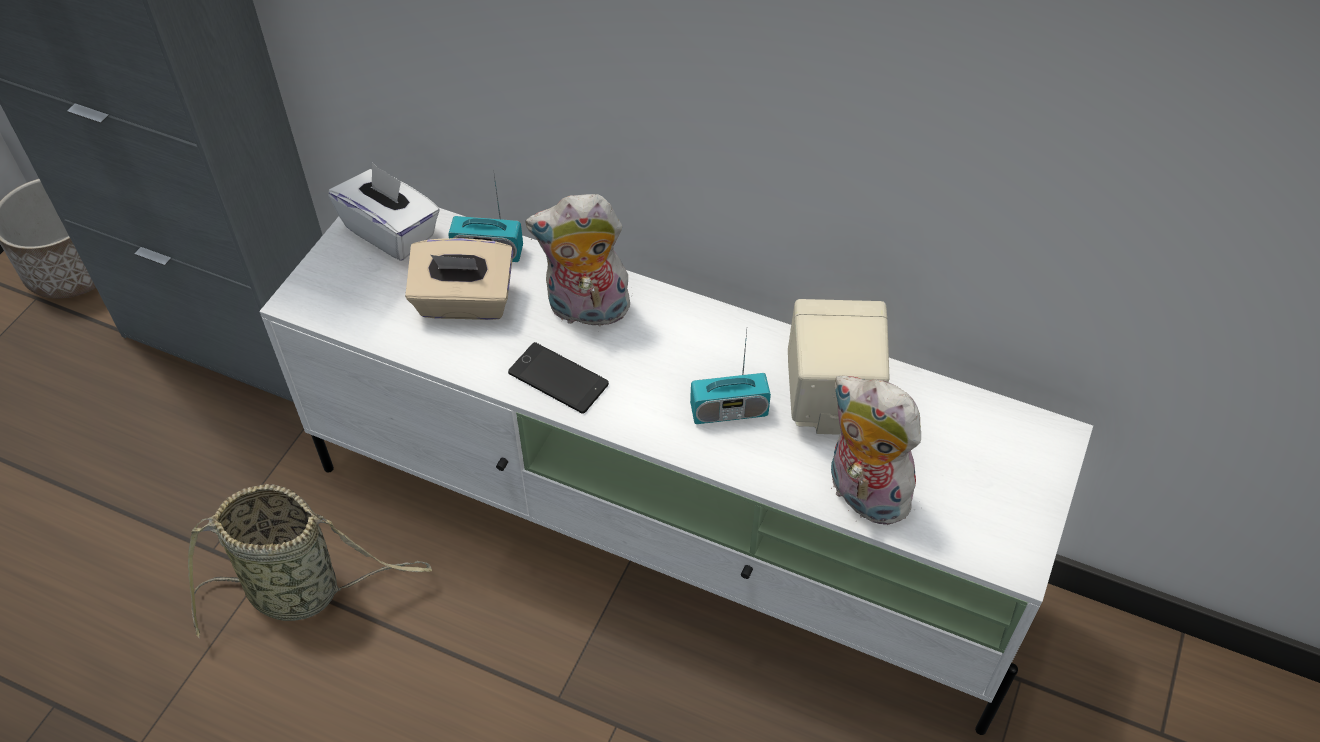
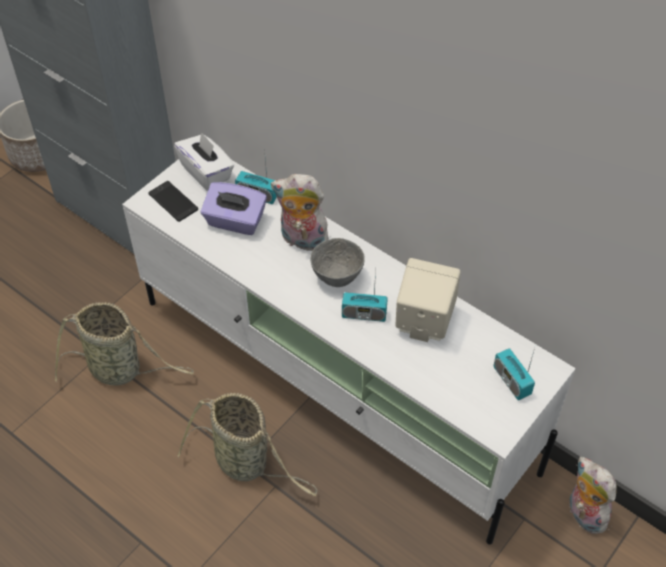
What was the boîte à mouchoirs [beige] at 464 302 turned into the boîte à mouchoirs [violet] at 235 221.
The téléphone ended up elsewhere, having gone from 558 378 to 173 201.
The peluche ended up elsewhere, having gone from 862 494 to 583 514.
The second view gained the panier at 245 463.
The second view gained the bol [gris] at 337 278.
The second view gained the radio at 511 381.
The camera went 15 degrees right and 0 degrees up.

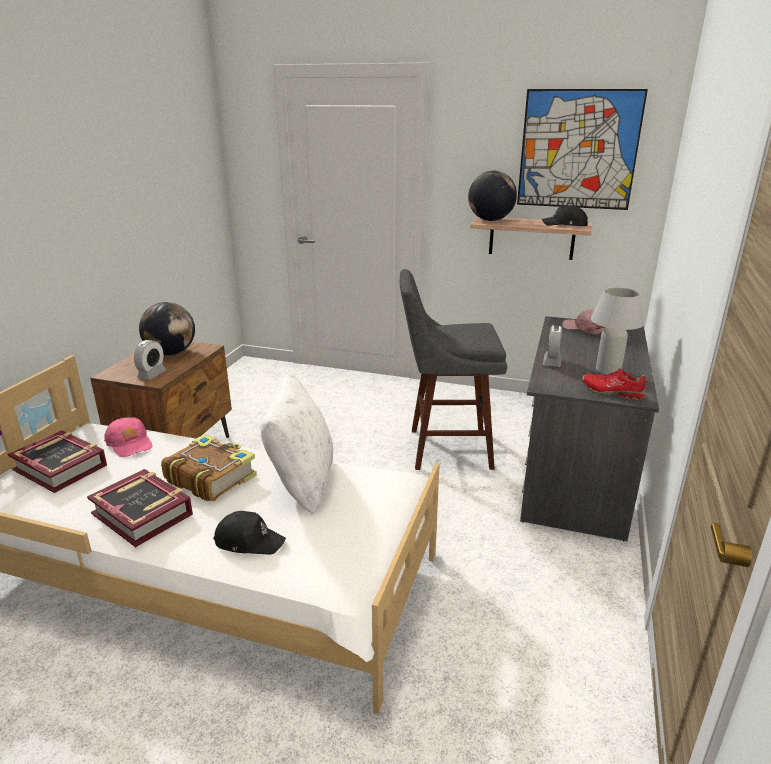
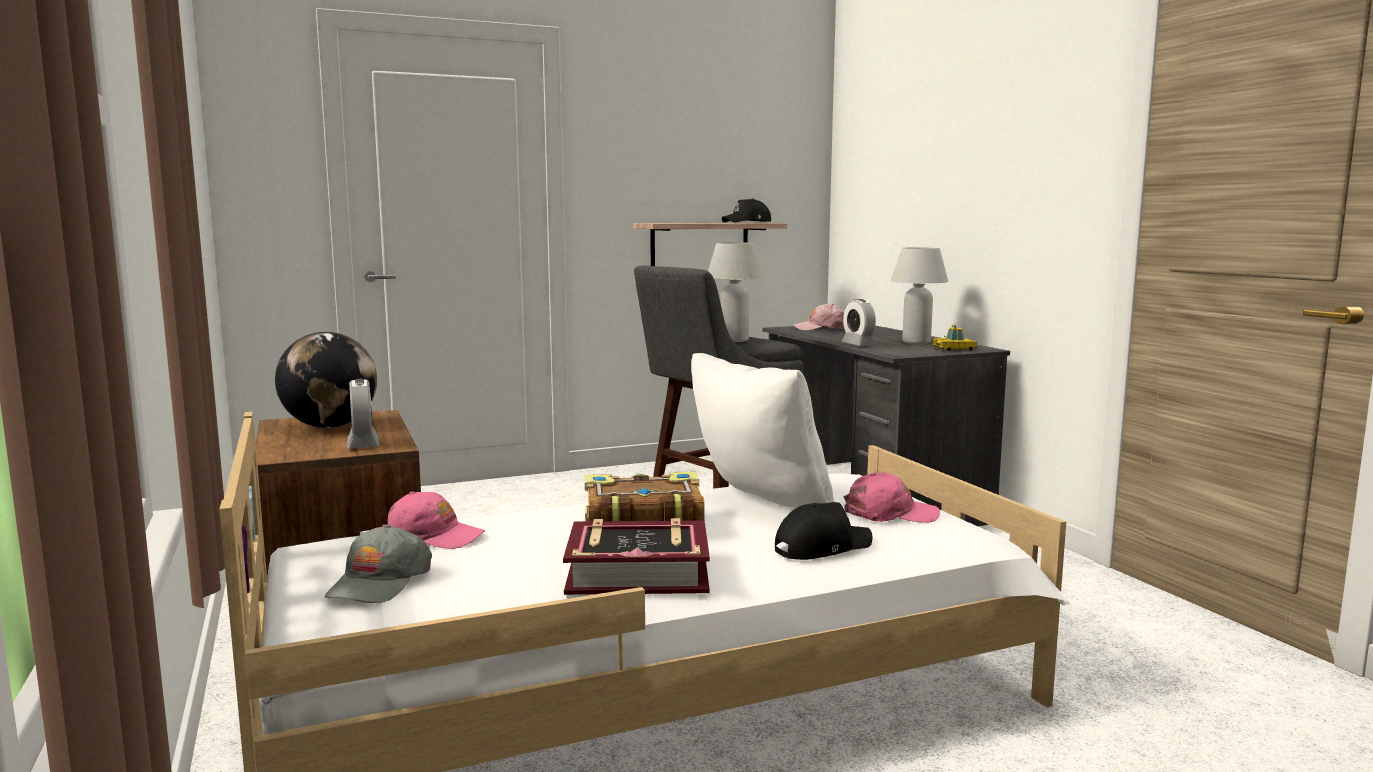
Where the livre stood at 61 467, the casquette [gris] came to stand at 379 582.
The second view lost the globe at 490 220.
The second view lost the tableau at 578 150.
Where the chaussure [rouge] stood at 612 392, the petite voiture came to stand at 954 349.
The second view gained the lampe de table [blanc] at 734 340.
The second view gained the casquette [rose] at 890 513.
The camera went 40 degrees left and 15 degrees down.

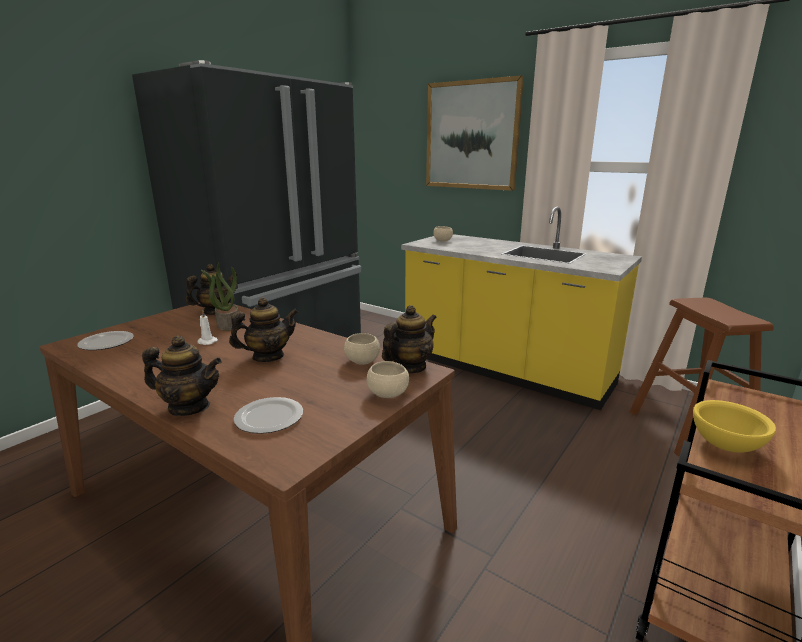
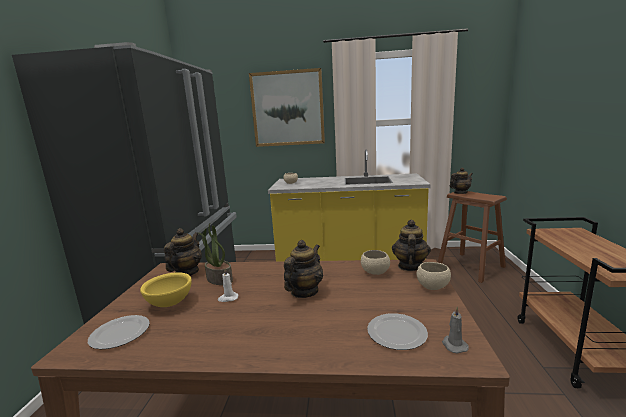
The théière ended up elsewhere, having gone from 189 407 to 460 193.
The bol [jaune] ended up elsewhere, having gone from 726 445 to 170 303.
The second view gained the bougie [gris] at 453 345.
The camera went 30 degrees left and 5 degrees down.

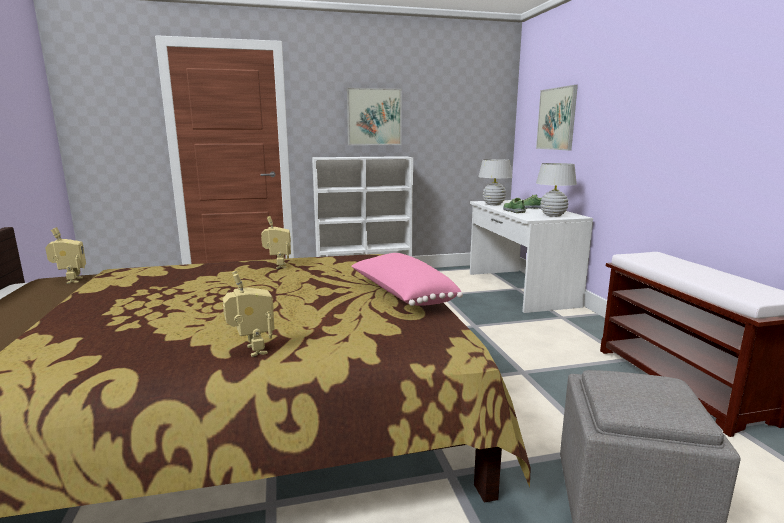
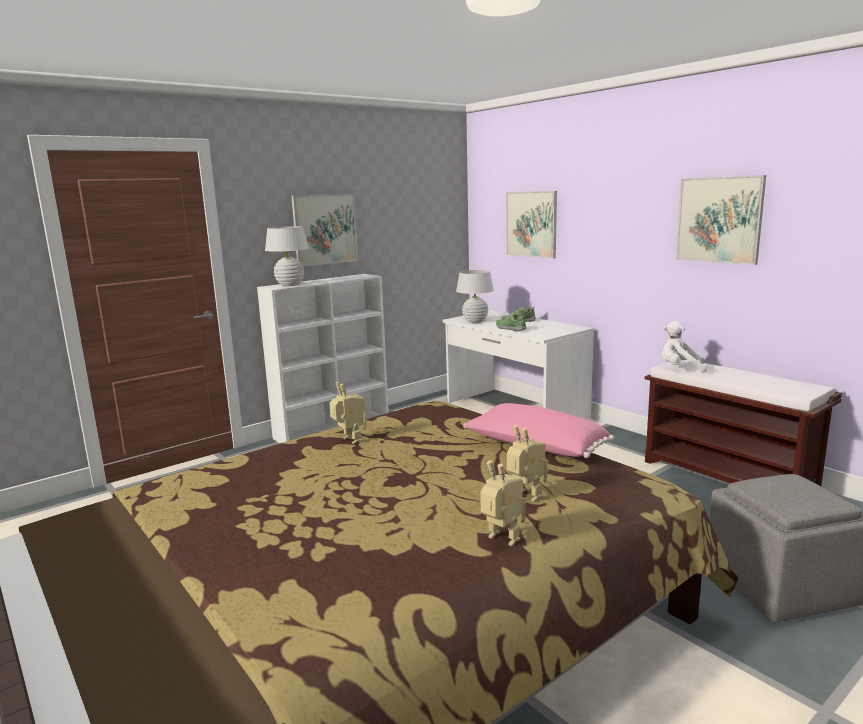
The robot jouet ended up elsewhere, having gone from 70 280 to 525 497.
The lampe de table [blanc] ended up elsewhere, having gone from 553 215 to 290 285.
The second view gained the peluche [blanc] at 680 369.
The second view gained the tableau at 719 220.
The camera went 25 degrees left and 0 degrees up.

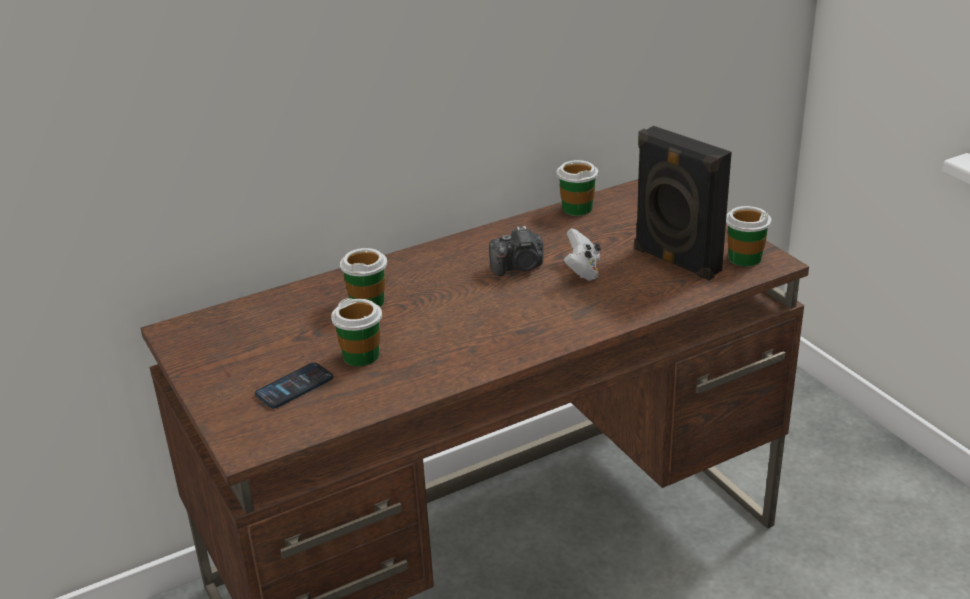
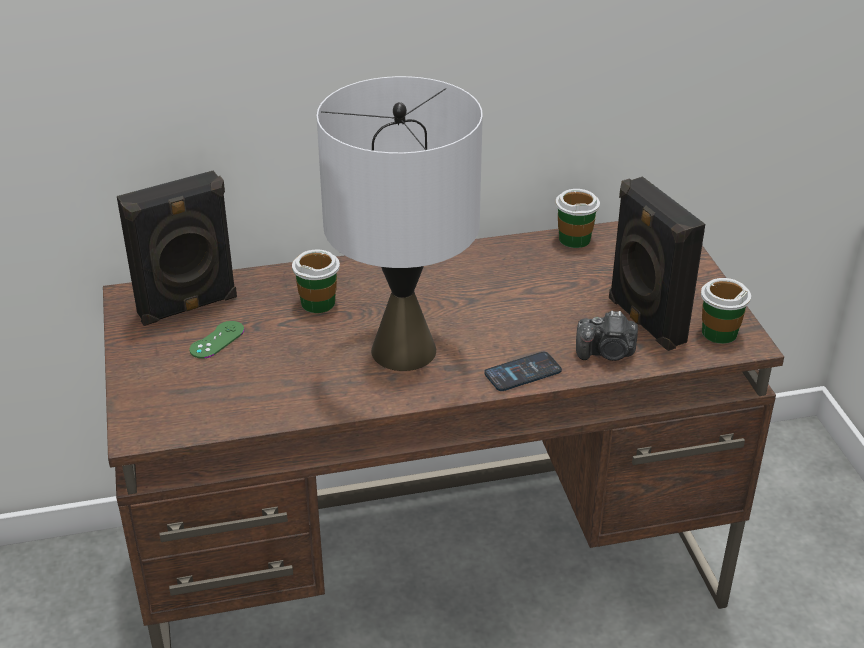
The téléphone ended up elsewhere, having gone from 294 386 to 522 372.
The second view lost the tasse at 361 356.
The appareil photo ended up elsewhere, having gone from 519 267 to 607 353.
The second view lost the manette [blanc] at 582 271.
The second view gained the enceinte [noir] at 188 307.
The second view gained the manette [vert] at 217 340.
The second view gained the lampe de table [blanc] at 403 350.
The camera went 15 degrees right and 5 degrees up.

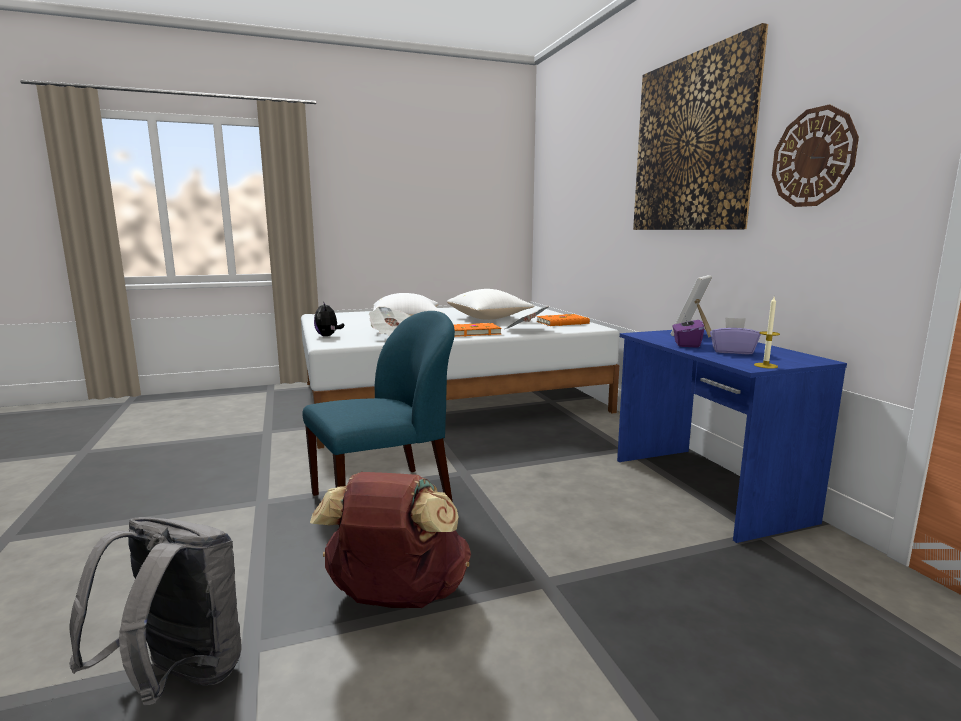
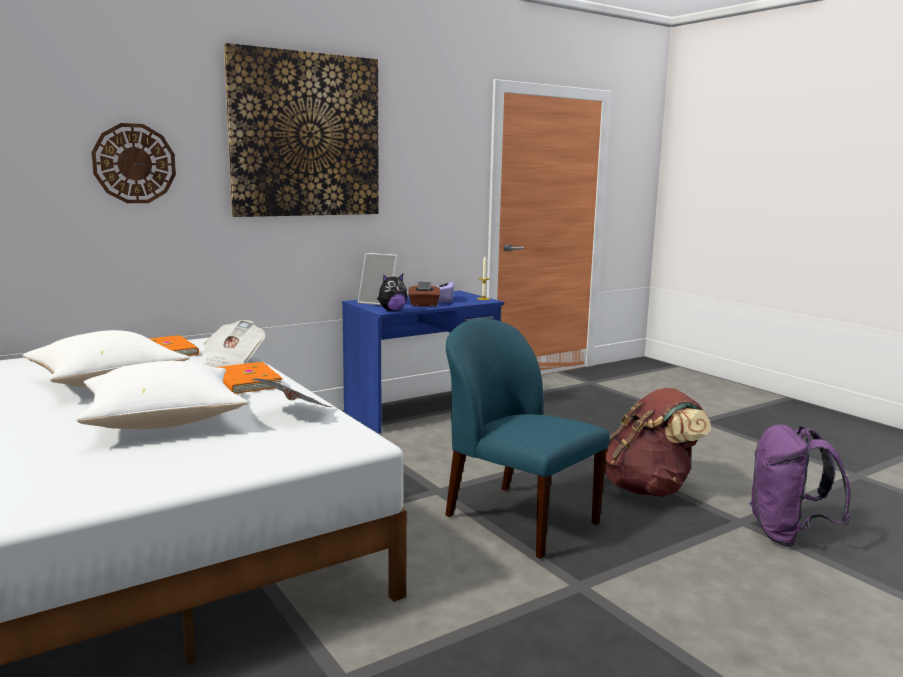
What was the sac à dos [gris] at 178 679 turned into the sac à dos [violet] at 787 535.
The peluche ended up elsewhere, having gone from 328 336 to 392 310.
What was the boîte à mouchoirs [violet] at 686 344 turned into the boîte à mouchoirs [marron] at 424 305.
The horloge murale ended up elsewhere, having gone from 813 157 to 134 163.
The camera went 105 degrees left and 0 degrees up.

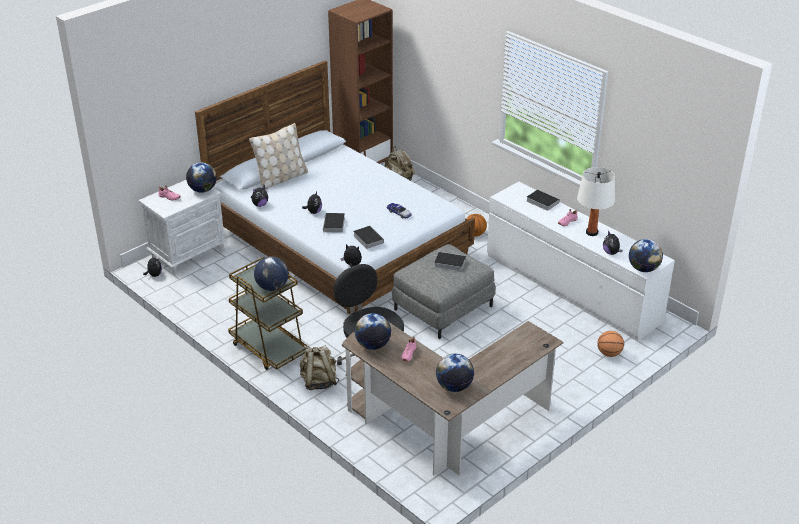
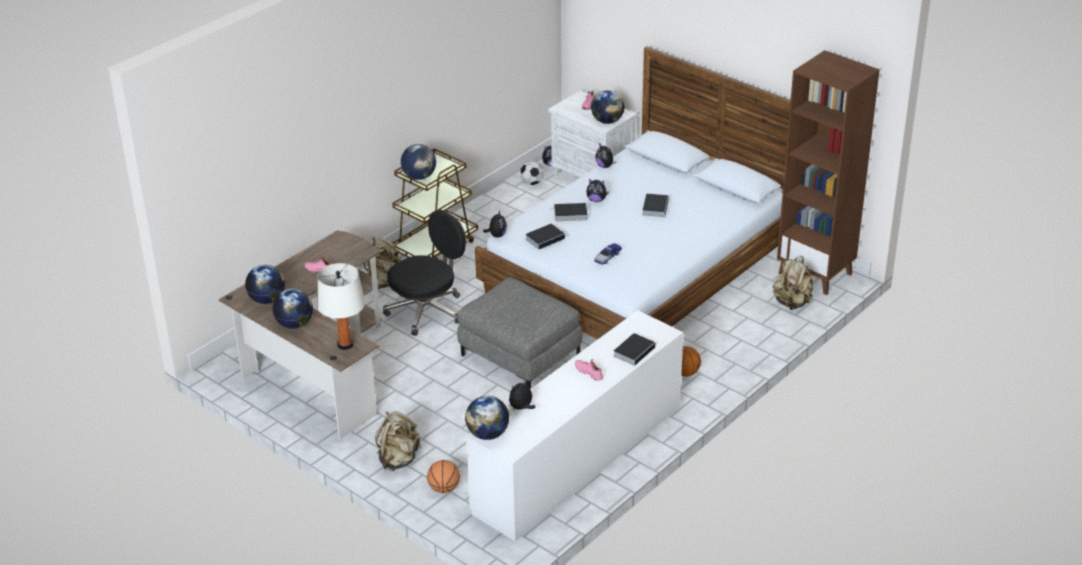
The second view lost the coussin [beige] at 281 178.
The globe ended up elsewhere, having gone from 373 345 to 295 324.
The livre ended up elsewhere, having gone from 448 263 to 655 207.
The lampe de table [blanc] ended up elsewhere, having gone from 592 232 to 345 345.
The second view gained the sac à dos [beige] at 398 459.
The second view gained the ballon de foot at 532 183.
The camera went 85 degrees right and 0 degrees up.

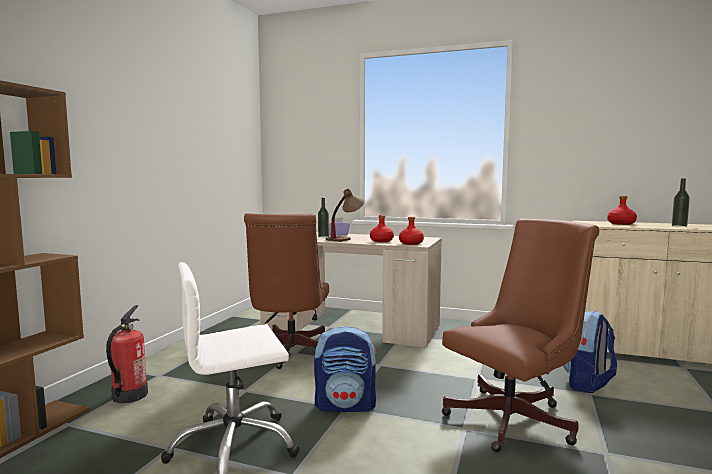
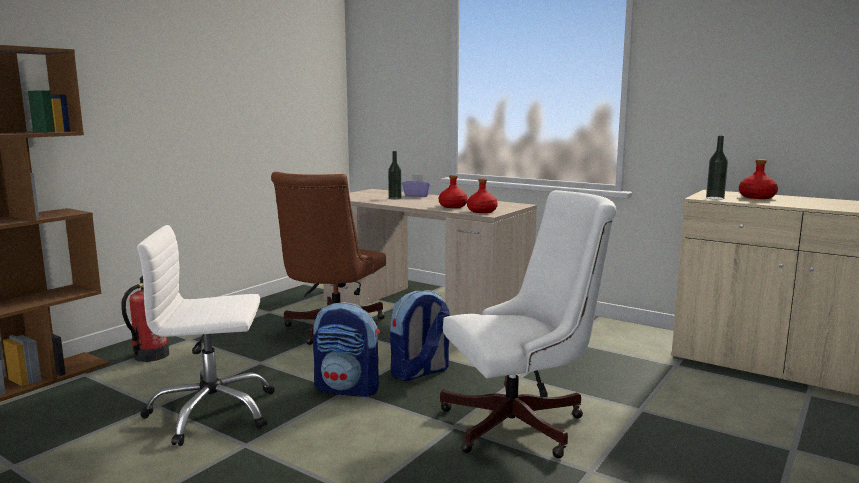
The second view lost the lampe de table at 345 238.
What was the chaise de bureau [marron] at 516 418 turned into the chaise de bureau [blanc] at 522 424.
The sac à dos ended up elsewhere, having gone from 588 384 to 419 372.
The bouteille ended up elsewhere, having gone from 679 226 to 715 198.
The camera went 15 degrees right and 5 degrees up.

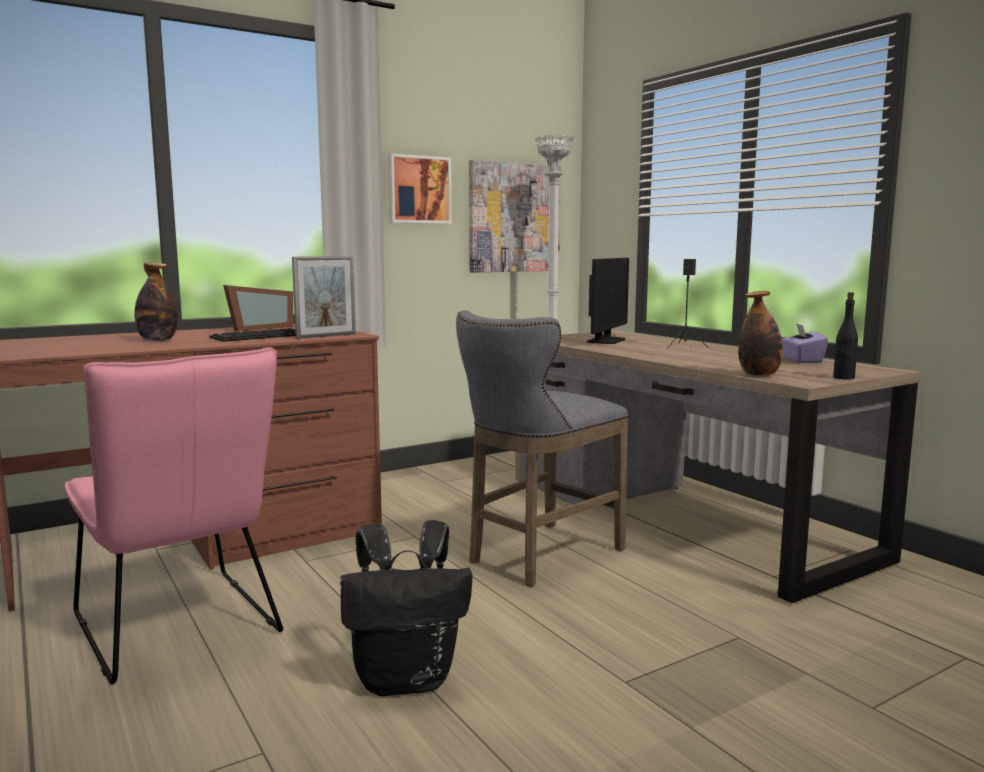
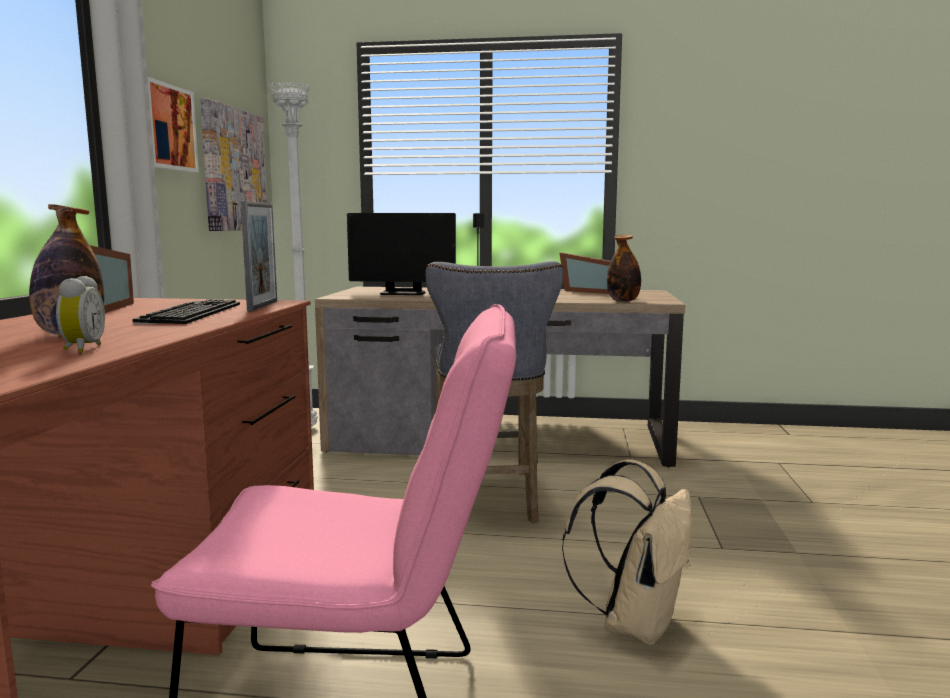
What was the sac à dos [noir] at 407 679 turned into the sac à dos [beige] at 635 623.
The écran d'ordinateur at 606 341 ended up facing another way, 120 degrees clockwise from before.
Where the boîte à mouchoirs [violet] stood at 801 360, the cadre photo came to stand at 589 291.
The second view lost the bouteille [noir] at 843 378.
The second view gained the réveil at 81 349.
The camera went 50 degrees left and 0 degrees up.

